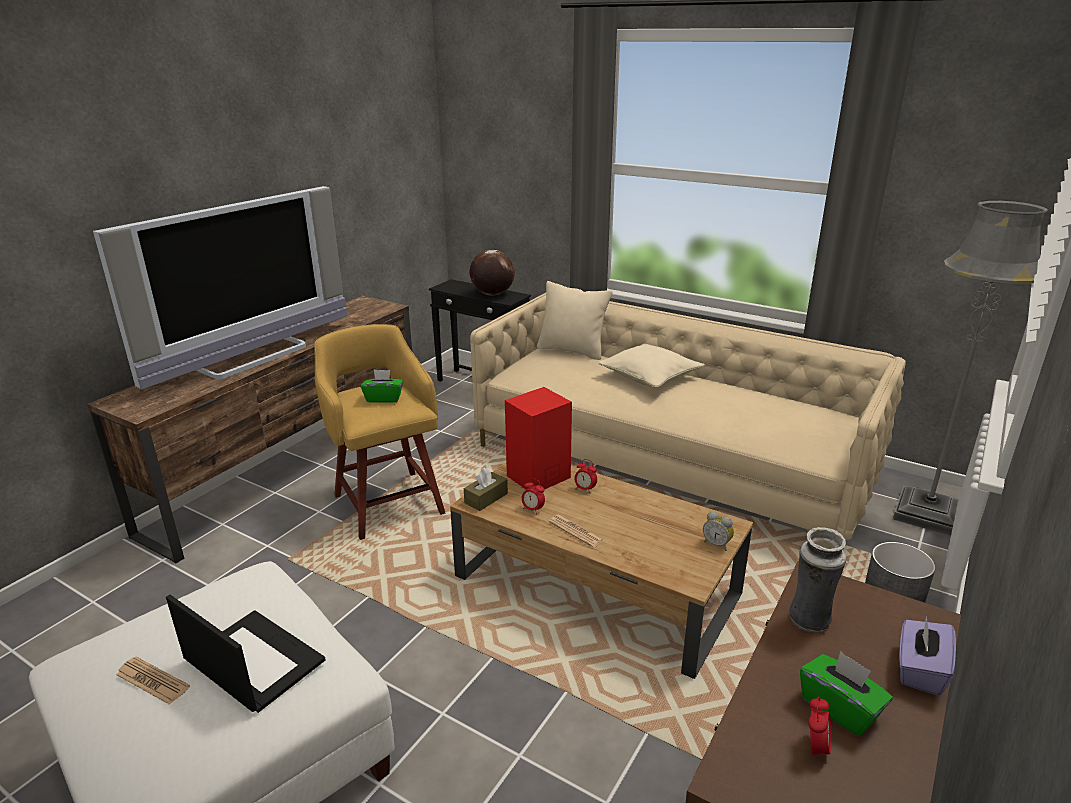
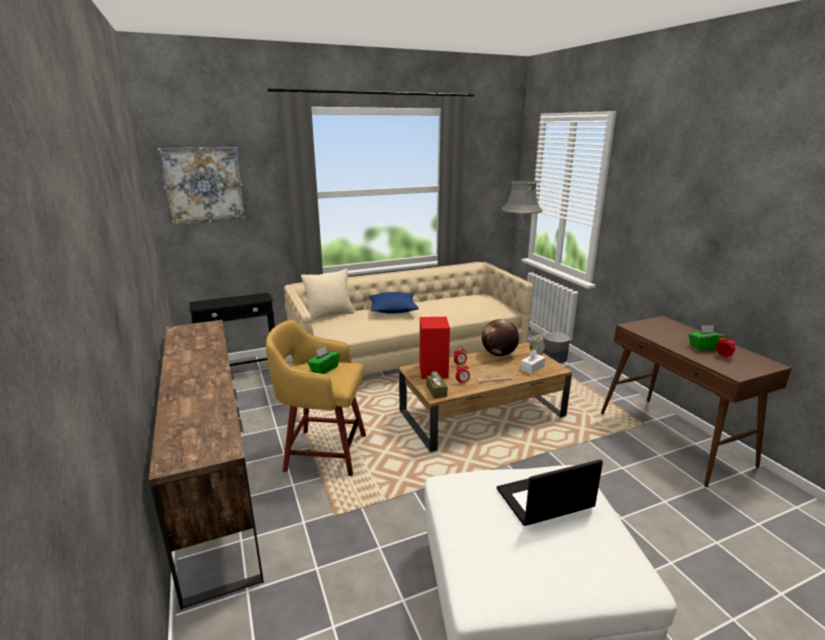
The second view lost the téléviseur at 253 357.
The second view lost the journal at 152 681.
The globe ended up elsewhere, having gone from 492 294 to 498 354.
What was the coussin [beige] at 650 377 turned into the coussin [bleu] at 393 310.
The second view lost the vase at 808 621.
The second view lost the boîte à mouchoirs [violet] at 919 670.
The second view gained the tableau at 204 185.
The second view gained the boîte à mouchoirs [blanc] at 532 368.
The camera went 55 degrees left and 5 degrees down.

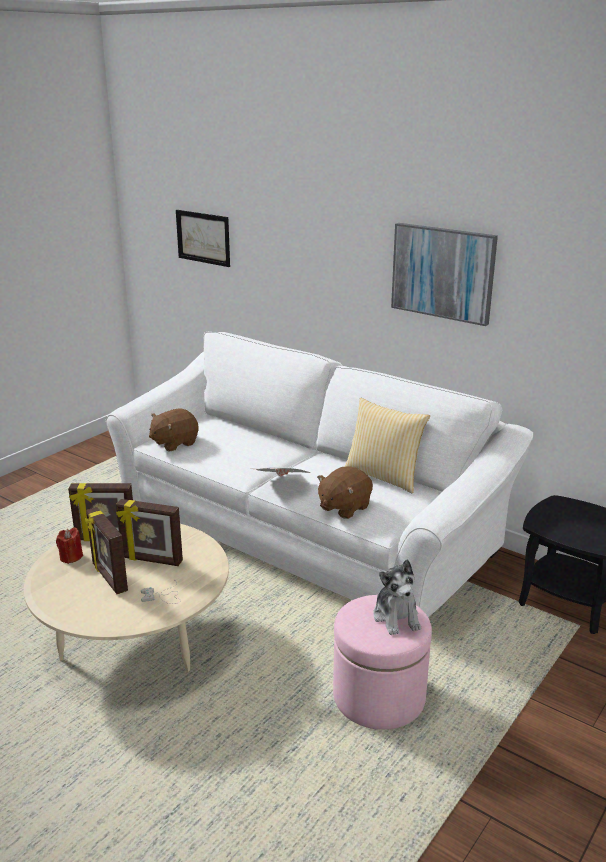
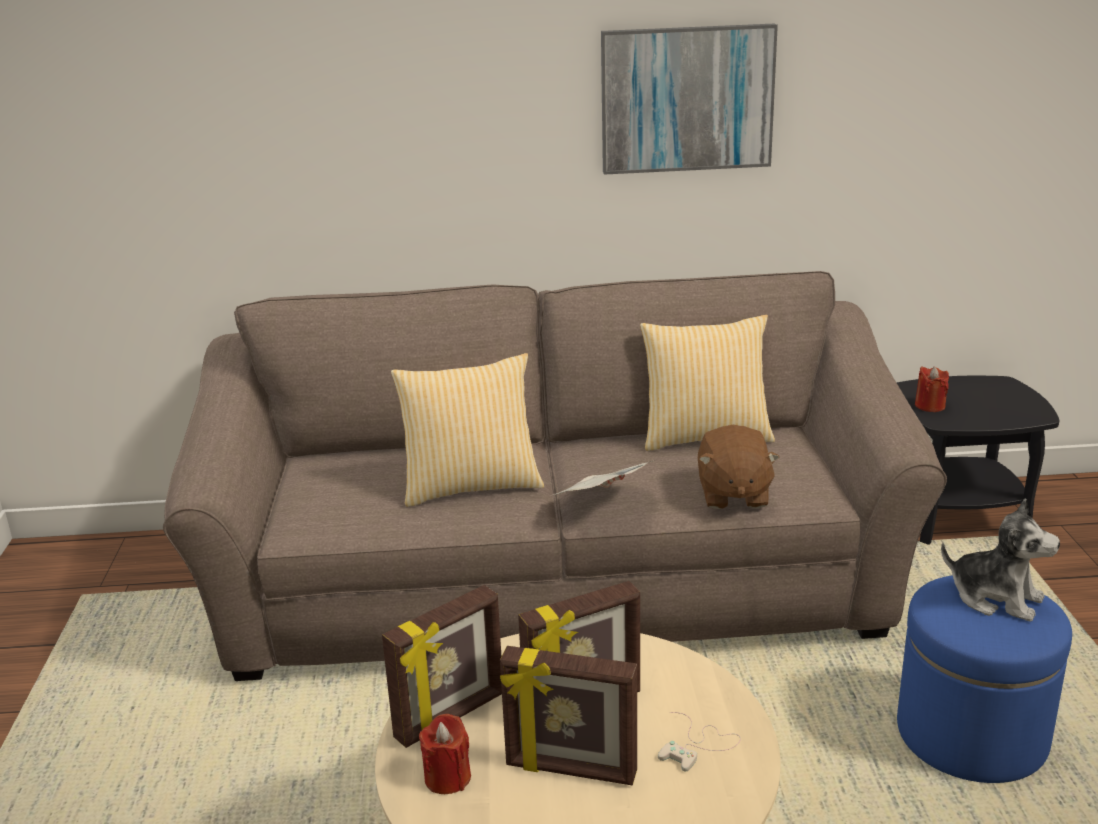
What was the canapé [blanc] at 303 529 turned into the canapé [marron] at 555 582.
The second view lost the peluche [marron] at 174 443.
The second view lost the tableau at 203 237.
What was the pouf [rose] at 379 696 turned into the pouf [bleu] at 971 734.
The second view gained the coussin at 471 486.
The second view gained the bougie [rouge] at 929 406.
The camera went 40 degrees left and 0 degrees up.

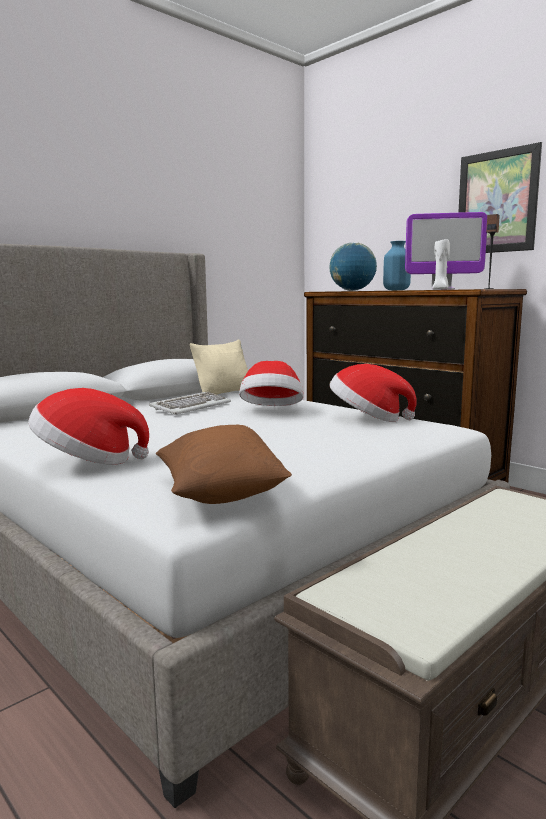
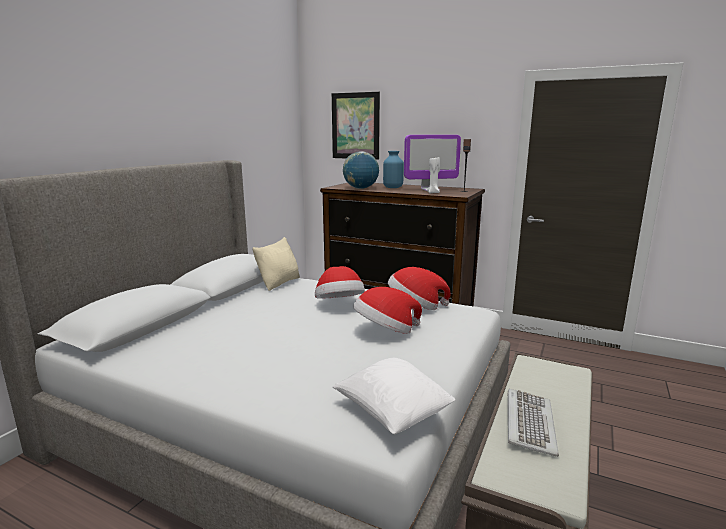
The chapeau ended up elsewhere, having gone from 88 461 to 385 331.
The clavier ended up elsewhere, having gone from 191 407 to 528 423.
What was the coussin [marron] at 221 494 turned into the coussin [blanc] at 392 413.
The tableau ended up elsewhere, having gone from 497 202 to 355 126.
The camera went 20 degrees left and 5 degrees up.

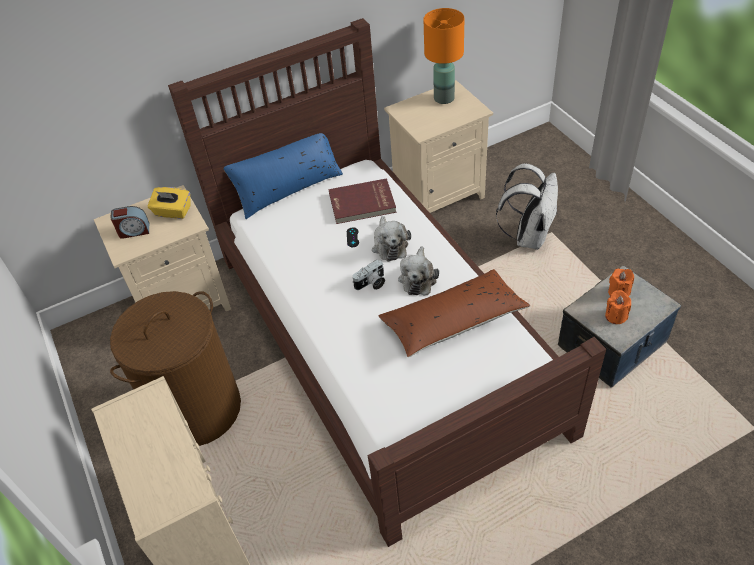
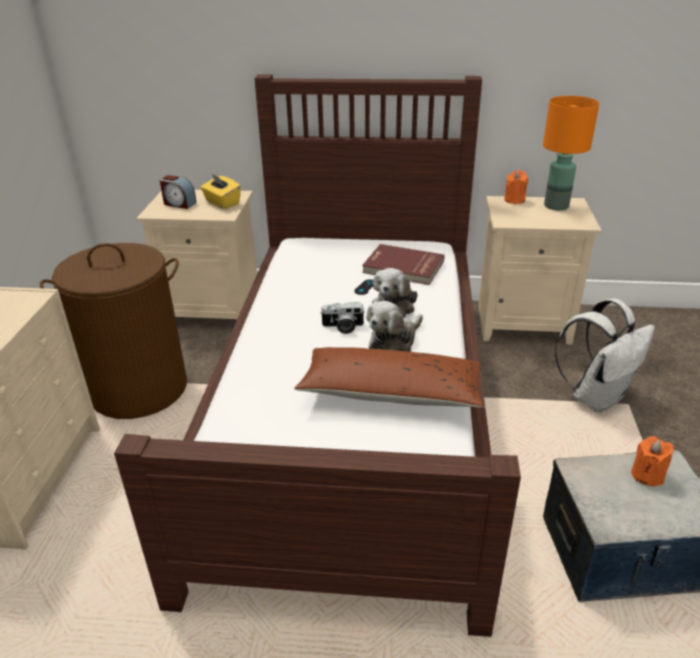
The second view lost the coussin [bleu] at 288 189.
The bougie [orange] ended up elsewhere, having gone from 615 316 to 514 200.
The camera went 30 degrees right and 15 degrees down.

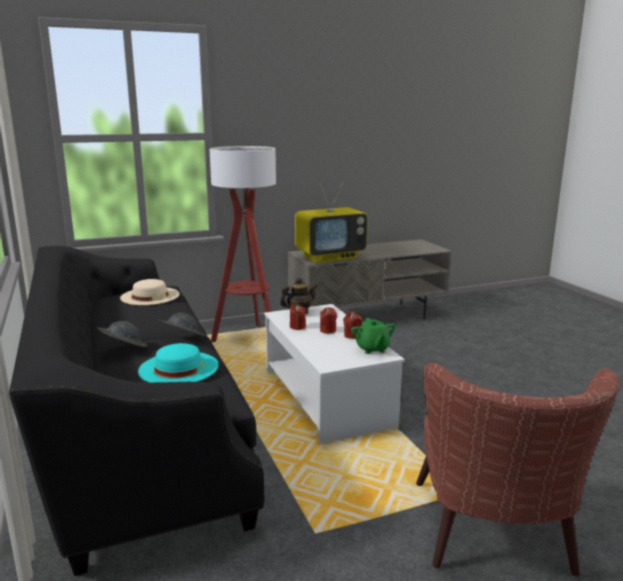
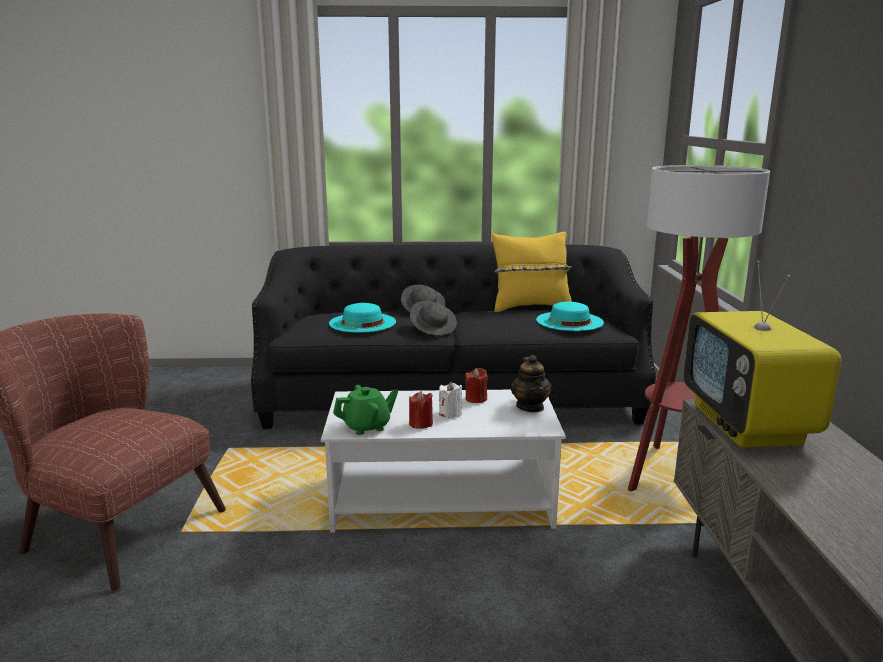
What was the chapeau [beige] at 150 296 turned into the chapeau [turquoise] at 569 321.
What was the bougie [rouge] at 328 330 turned into the bougie [blanc] at 450 413.
The théière [vert] at 372 349 ended up facing another way, 150 degrees clockwise from before.
The second view gained the coussin [jaune] at 530 307.
The camera went 110 degrees right and 0 degrees up.

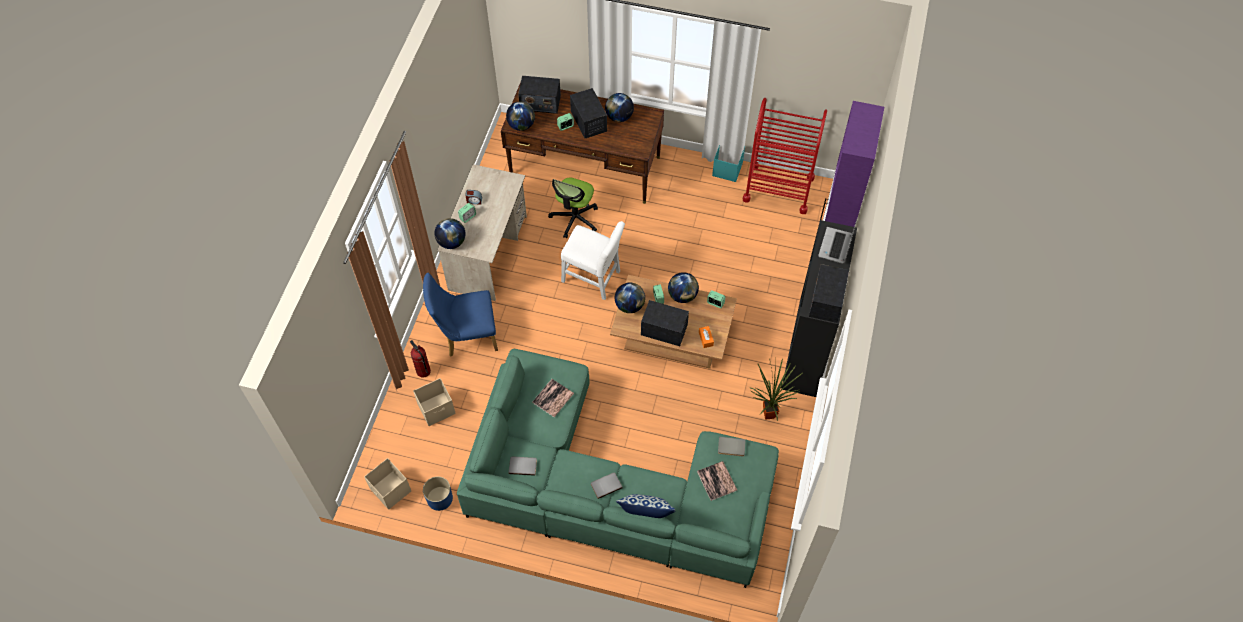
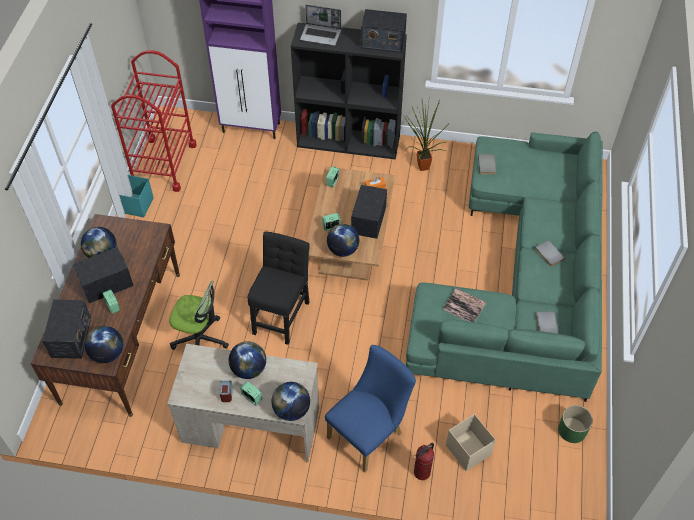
The second view lost the boîte de rangement [beige] at 391 491.
The chaise [bleu] at 466 336 ended up facing another way, 120 degrees counterclockwise from before.
What was the cache-pot [bleu] at 439 498 turned into the cache-pot [vert] at 572 430.
What was the chaise [blanc] at 593 278 turned into the chaise [noir] at 282 314.
The second view lost the coussin at 646 515.
The globe ended up elsewhere, having gone from 682 295 to 249 369.
The second view lost the livre at 717 481.
The camera went 95 degrees left and 5 degrees down.

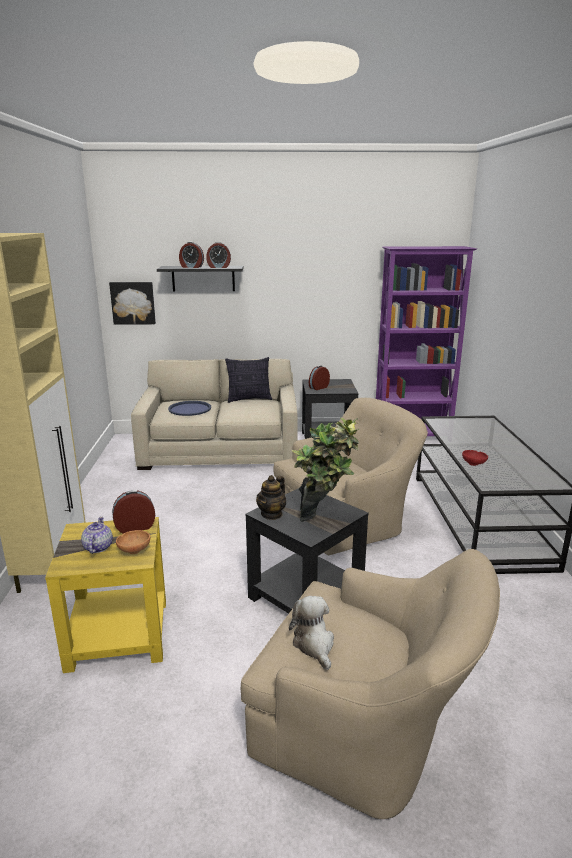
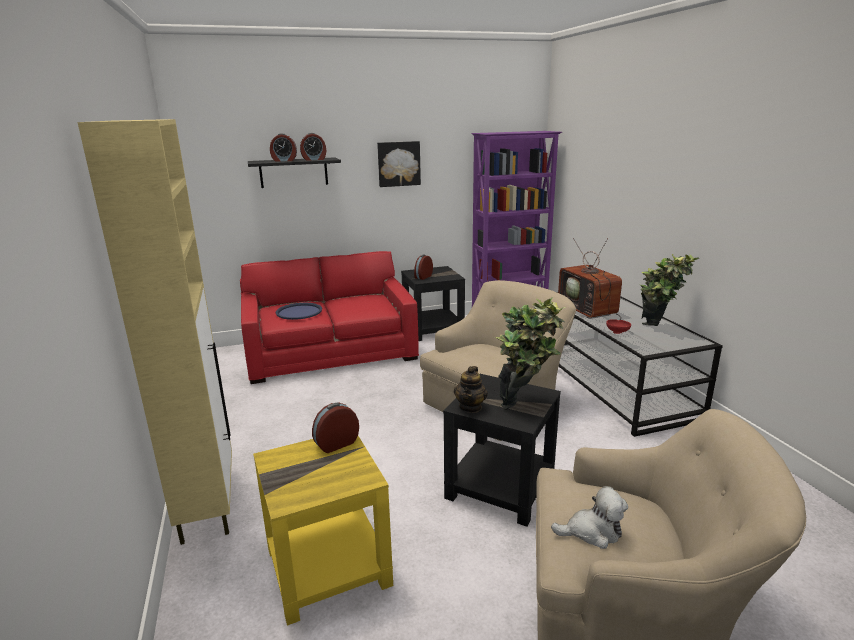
The second view lost the théière at 97 547.
The tableau ended up elsewhere, having gone from 133 303 to 398 164.
The second view lost the bol [marron] at 134 550.
What was the canapé [beige] at 221 449 turned into the canapé [rouge] at 331 351.
The second view lost the coussin at 249 399.
The peluche at 314 644 ended up facing another way, 120 degrees clockwise from before.
The second view gained the téléviseur at 589 311.
The second view gained the plante en pot at 659 330.
The camera went 15 degrees left and 0 degrees up.

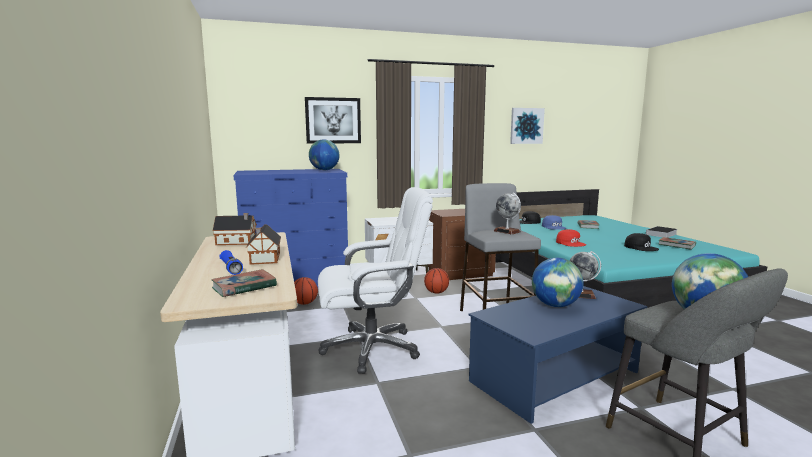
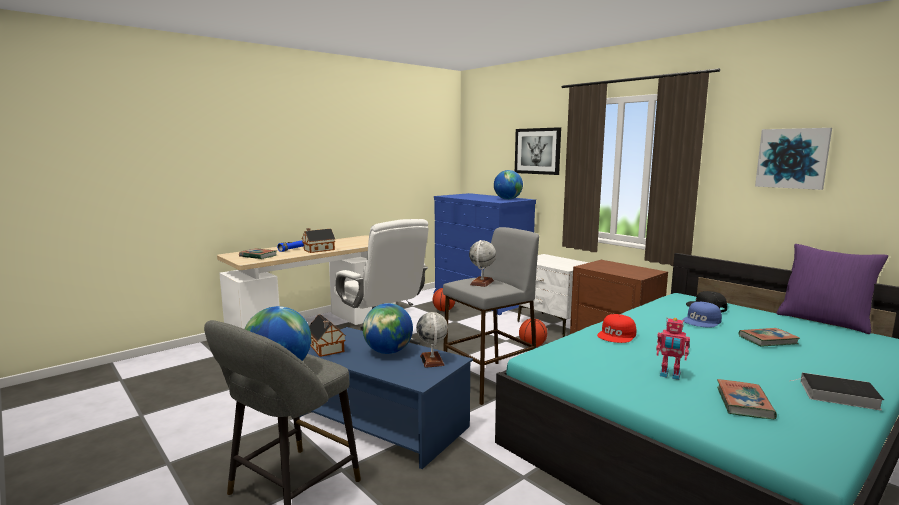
The maison miniature ended up elsewhere, having gone from 237 242 to 326 348.
Where the casquette [noir] stood at 641 247, the robot jouet came to stand at 669 375.
The second view gained the coussin [violet] at 824 321.
The camera went 65 degrees right and 0 degrees up.

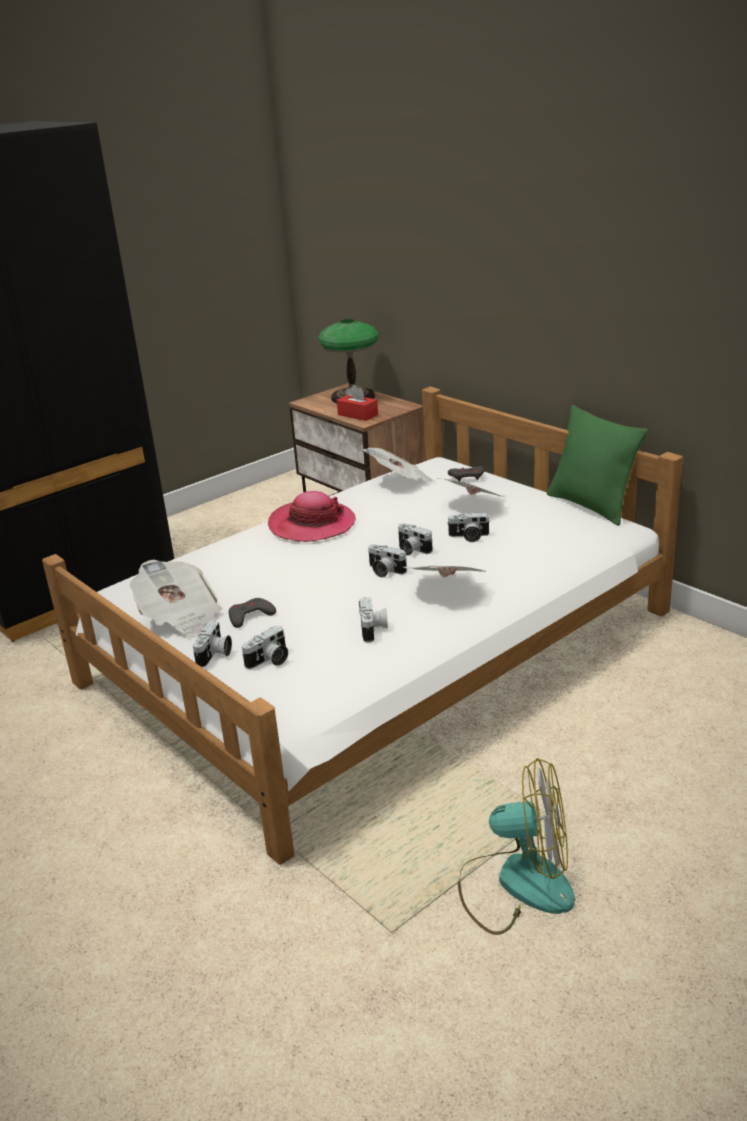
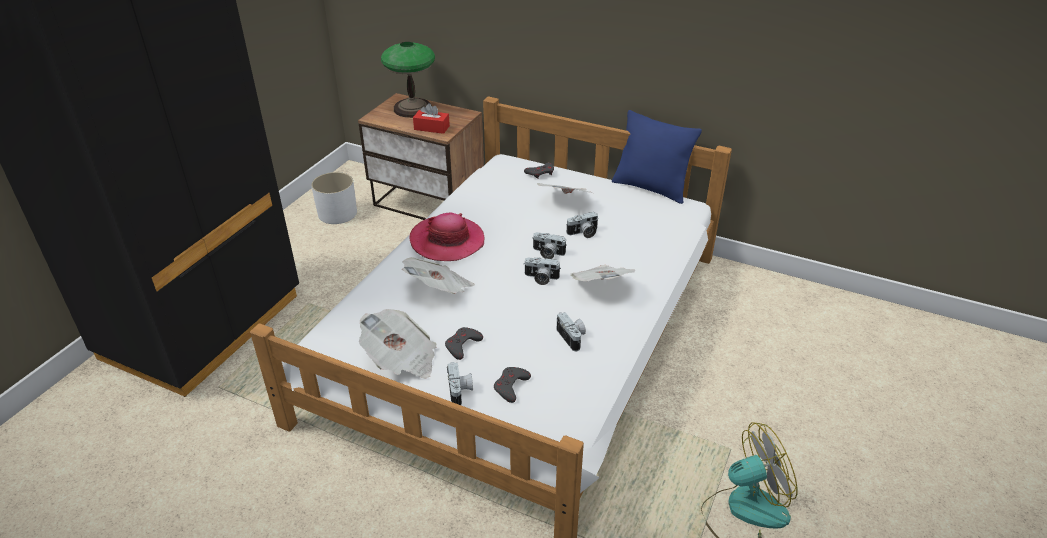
Where the appareil photo stood at 269 661, the manette [gris] came to stand at 511 386.
The journal ended up elsewhere, having gone from 400 482 to 440 290.
What was the coussin [vert] at 591 506 turned into the coussin [bleu] at 650 188.
The second view gained the cache-pot [blanc] at 338 213.
The camera went 25 degrees left and 10 degrees up.

